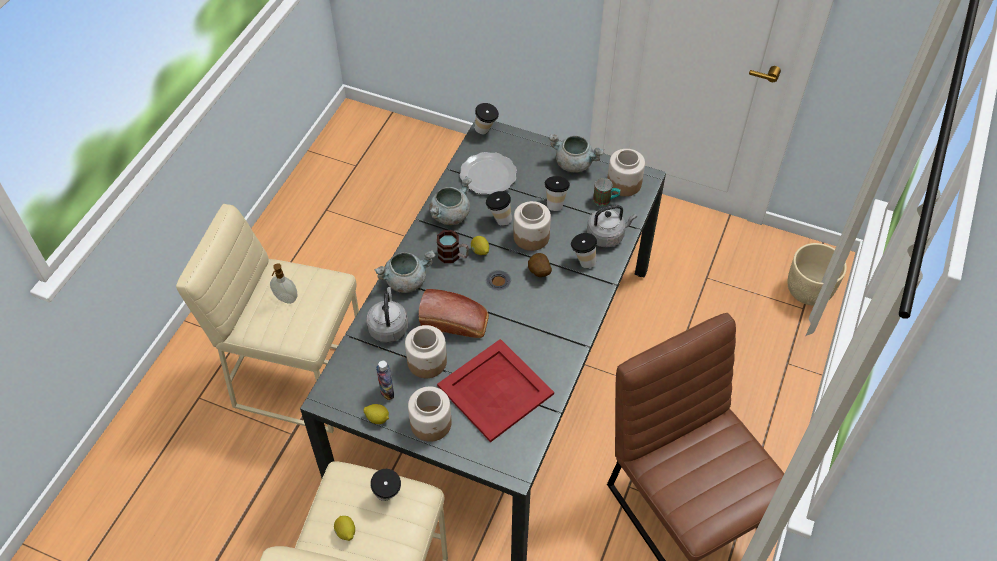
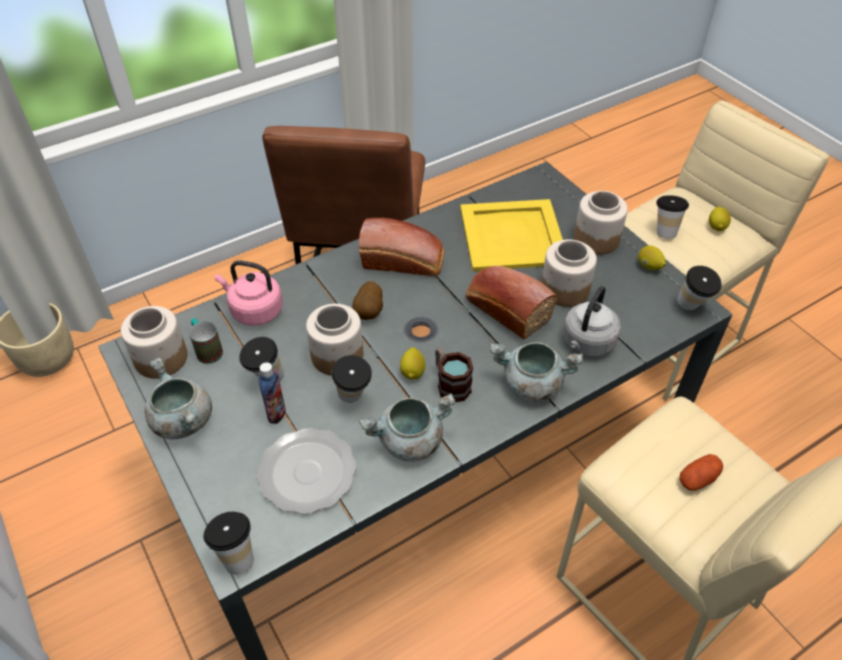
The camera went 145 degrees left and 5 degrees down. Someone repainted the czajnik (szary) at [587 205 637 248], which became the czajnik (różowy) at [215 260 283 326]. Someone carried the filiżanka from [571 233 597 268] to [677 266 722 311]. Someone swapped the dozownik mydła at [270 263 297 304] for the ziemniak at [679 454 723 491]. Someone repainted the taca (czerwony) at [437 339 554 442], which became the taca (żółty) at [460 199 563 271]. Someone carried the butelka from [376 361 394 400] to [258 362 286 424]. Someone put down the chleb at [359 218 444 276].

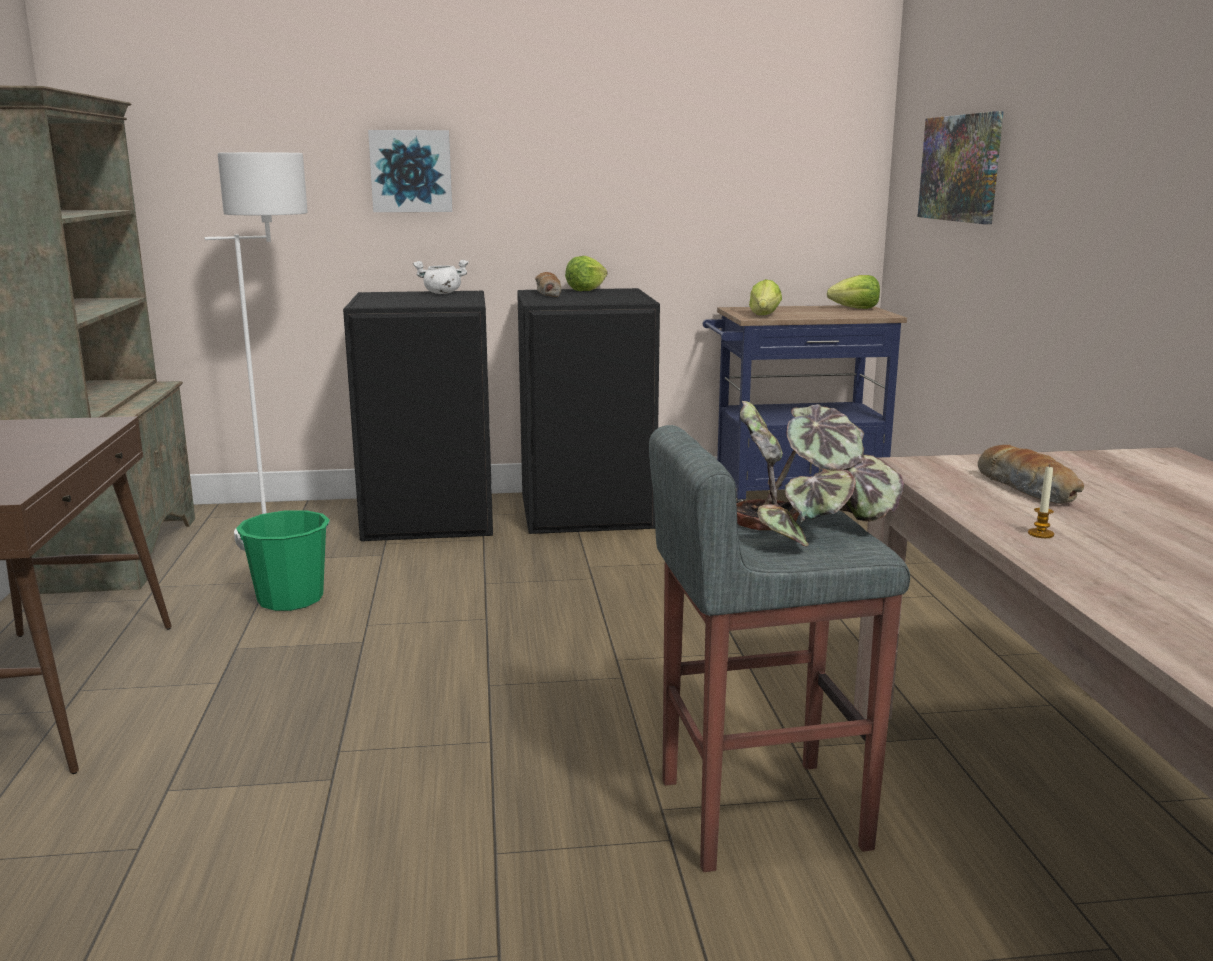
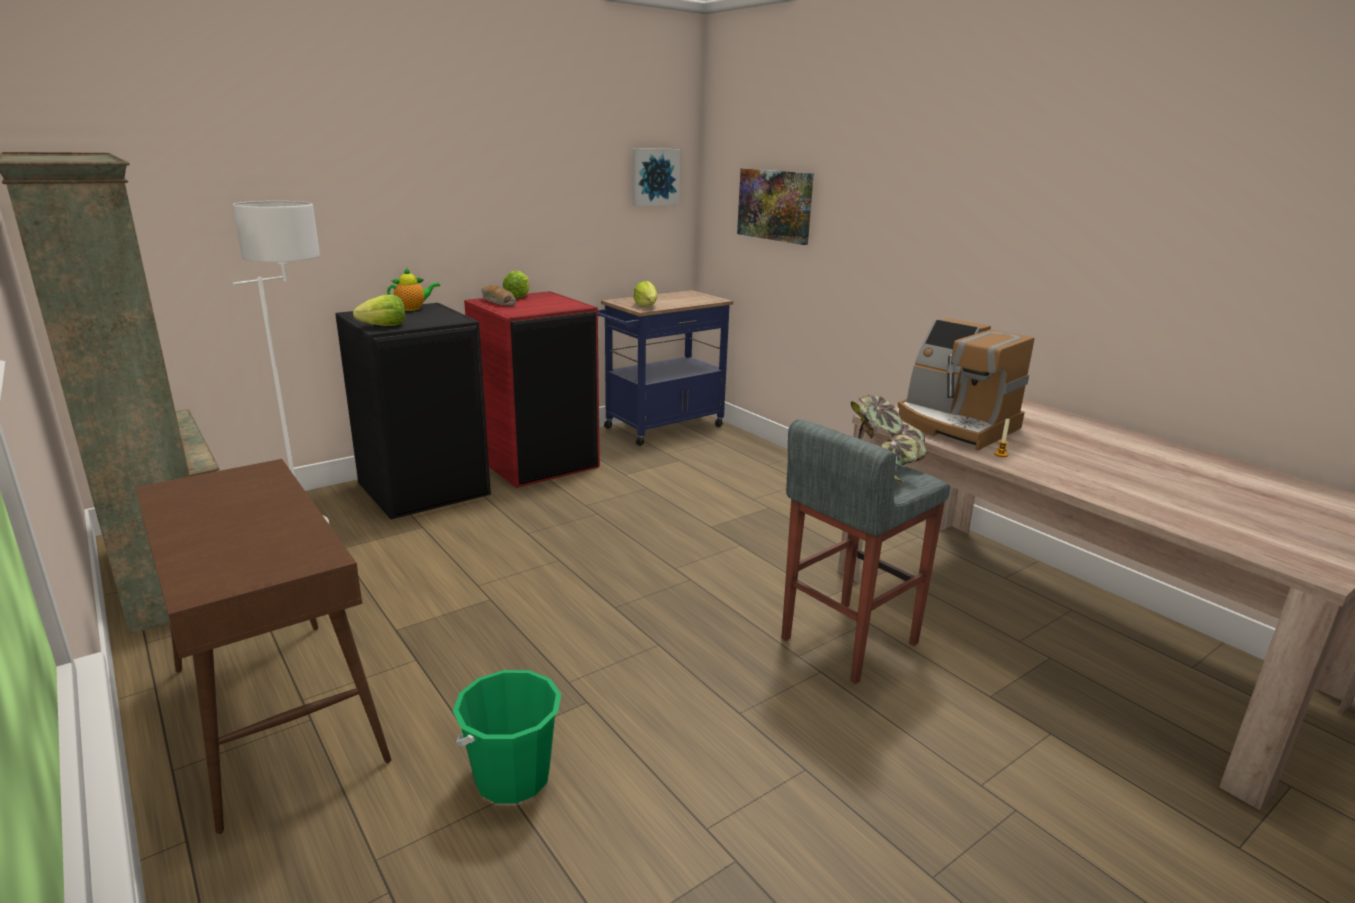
The camera went 30 degrees left and 5 degrees up. Someone carried the obraz from [368 130 452 212] to [633 148 681 206]. Someone swapped the garnek (biały) at [413 260 469 294] for the imbryk at [387 267 440 311]. Someone carried the sałata from [827 275 880 309] to [353 295 405 326]. Someone repainted the szafka (czarny) at [517 288 660 534], which became the szafka (czerwony) at [464 291 600 488]. Someone swapped the chleb at [978 445 1084 504] for the ekspres do kawy at [897 318 1035 451]. Someone carried the wiadro (zielony) from [235 510 330 611] to [453 670 561 804].

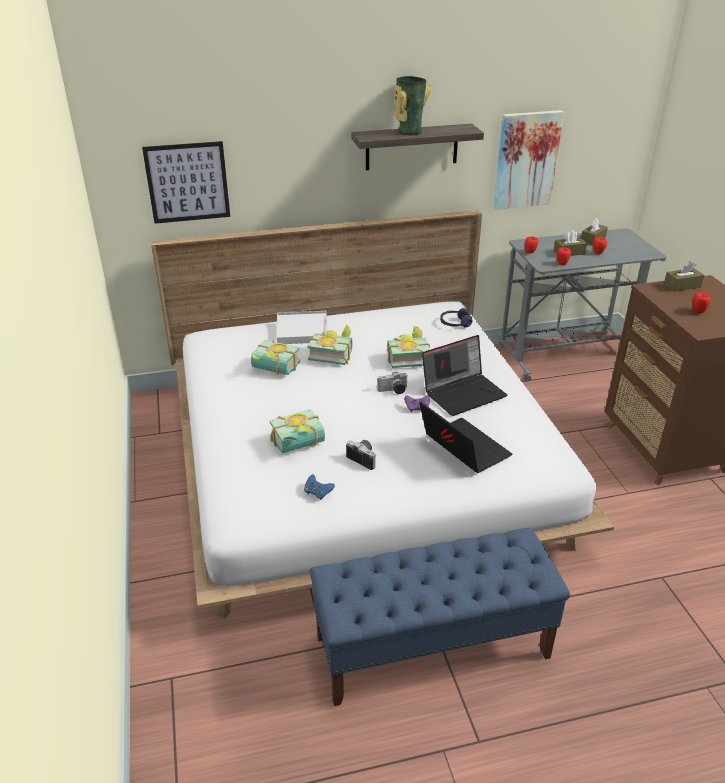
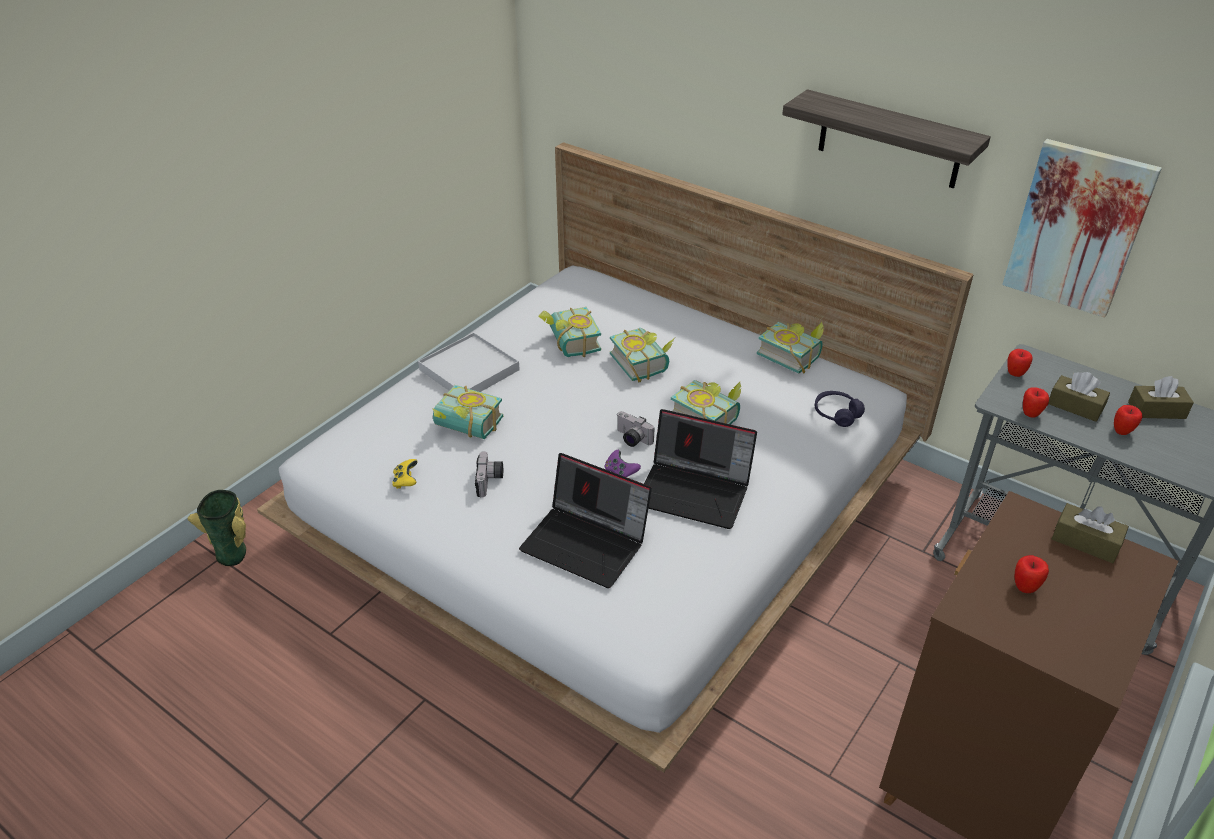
The camera went 50 degrees right and 5 degrees up. Someone carried the wazon from [394 76 431 136] to [188 490 246 566]. Someone took away the obraz at [142 141 230 224]. Someone carried the taca (biały) from [277 311 328 344] to [418 332 520 392]. Someone rotated the laptop at [419 401 513 473] by 105 degrees clockwise. Someone repainted the pad do gier (niebieski) at [304 474 335 500], which became the pad do gier (żółty) at [392 459 418 489]. Someone took away the ławka (niebieski) at [310 527 570 706]. Someone put down the książka at [757 322 824 374].

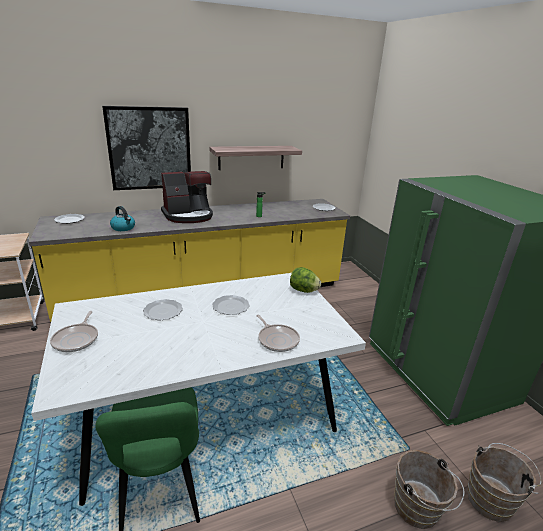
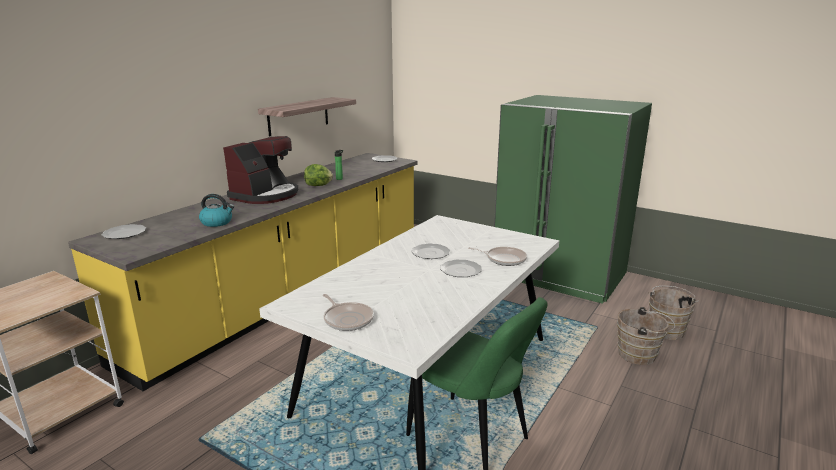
The camera went 35 degrees left and 5 degrees down. Someone took away the obraz at [102 106 191 190]. Someone carried the sałata from [290 267 321 293] to [304 164 333 186]. Someone carried the talerz from [143 299 183 320] to [440 260 482 277].

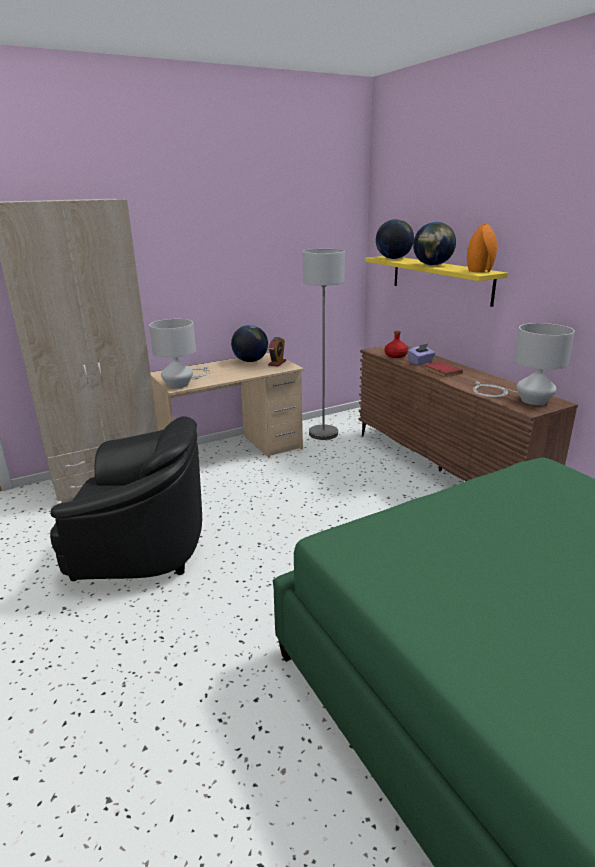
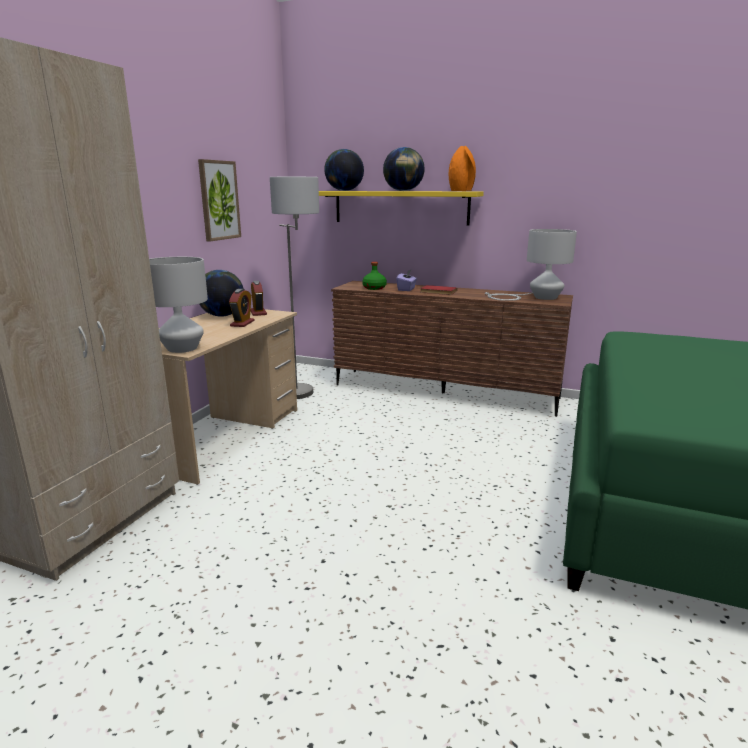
The camera went 40 degrees left and 5 degrees down. Someone repainted the butelka (czerwony) at [385 331 408 358], which became the butelka (zielony) at [362 262 387 290]. Someone took away the fotel (czarny) at [50 416 202 581]. Someone put up the obraz at [198 159 241 241]. Someone put down the budzik at [229 289 255 327].

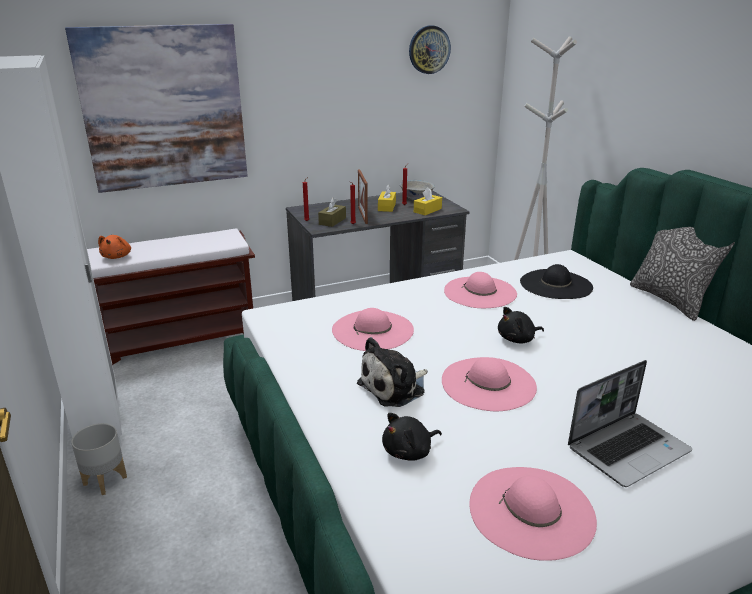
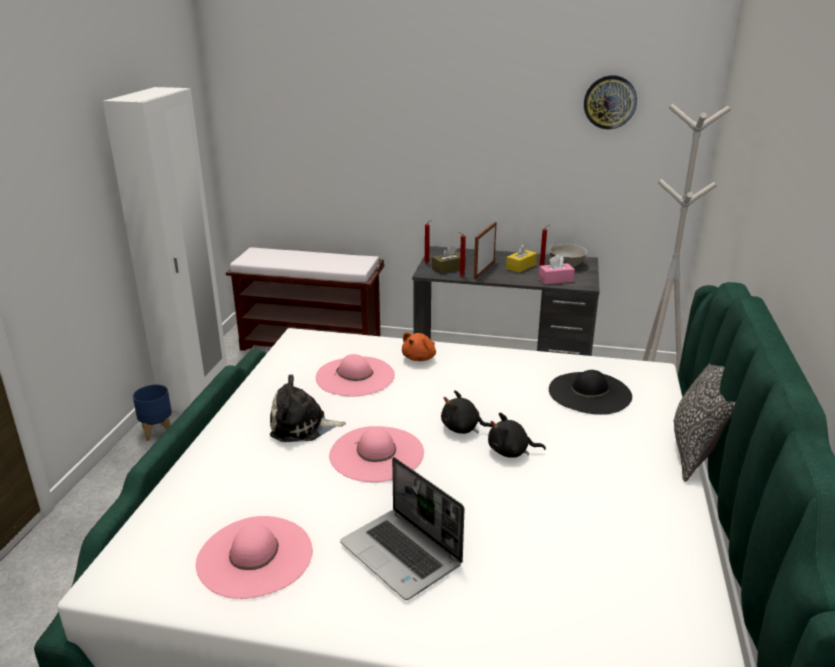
The camera went 35 degrees right and 0 degrees up. Someone took away the obraz at [65 24 248 193]. Someone repainted the pudełko chusteczek (żółty) at [414 187 442 215], which became the pudełko chusteczek (różowy) at [539 254 575 284]. Someone carried the pluszak (pomarańczowy) from [98 235 131 259] to [402 332 436 361]. Someone took away the kapelusz (różowy) at [444 272 517 308]. Someone rotated the laptop at [568 360 692 487] by 45 degrees clockwise. Someone carried the pluszak (czarny) from [382 413 442 461] to [488 413 546 458]. Someone repainted the donica (szary) at [71 423 127 495], which became the donica (niebieski) at [133 385 172 441].

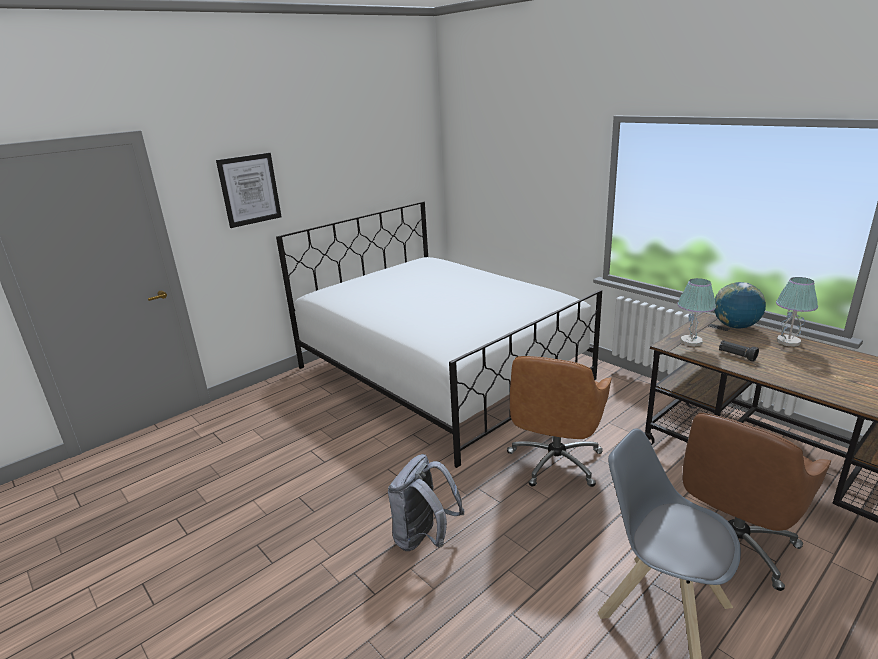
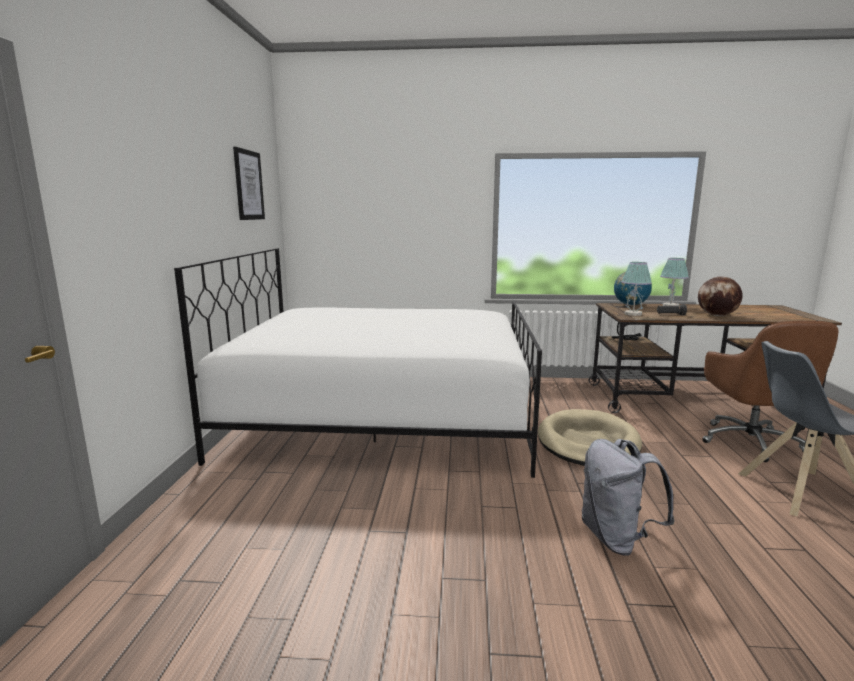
The camera went 45 degrees left and 10 degrees down. Someone carried the obraz from [216 153 282 228] to [233 147 265 220]. Someone swapped the krzesło biurowe (brązowy) at [507 356 612 487] for the legowisko (beżowy) at [538 409 642 466]. Someone put down the globus at [698 277 743 316].

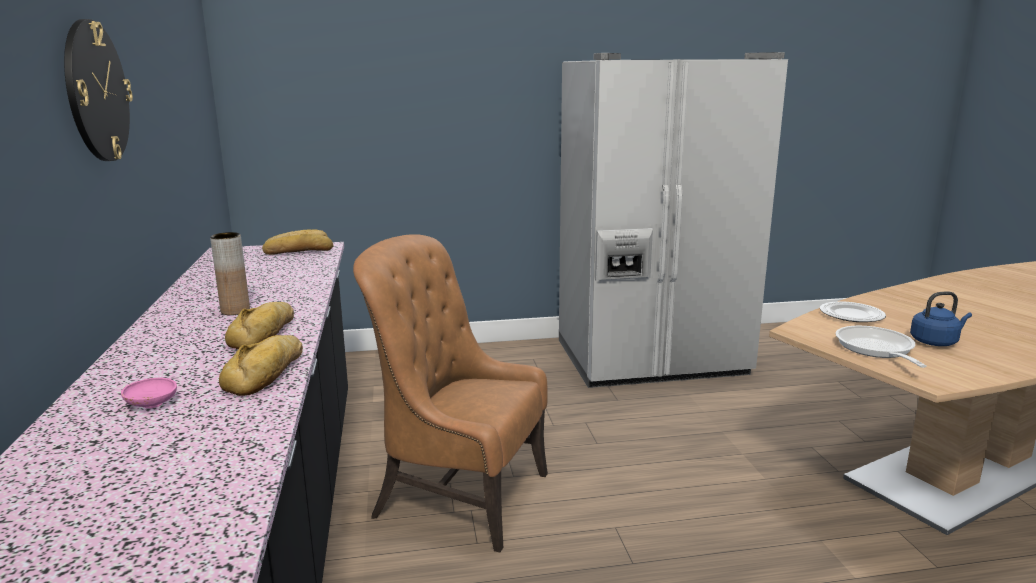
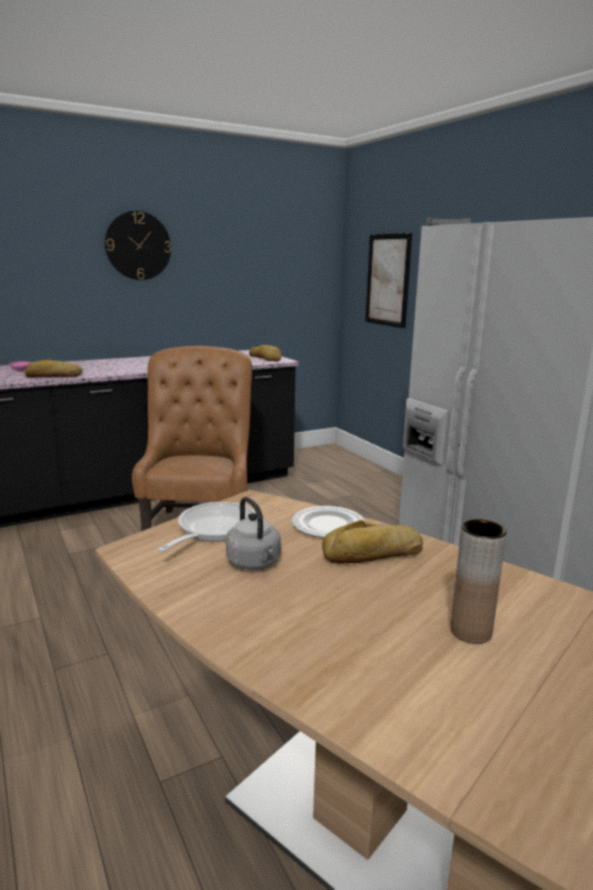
The camera went 70 degrees right and 0 degrees up. Someone carried the wazon (brązowy) from [210 232 250 315] to [450 519 507 644]. Someone repainted the czajnik (niebieski) at [910 292 972 346], which became the czajnik (szary) at [226 497 281 570]. Someone carried the chleb from [225 302 294 349] to [322 520 423 564]. Someone rotated the patelnia at [836 326 927 368] by 45 degrees counterclockwise. Someone put up the obraz at [365 233 412 328].

